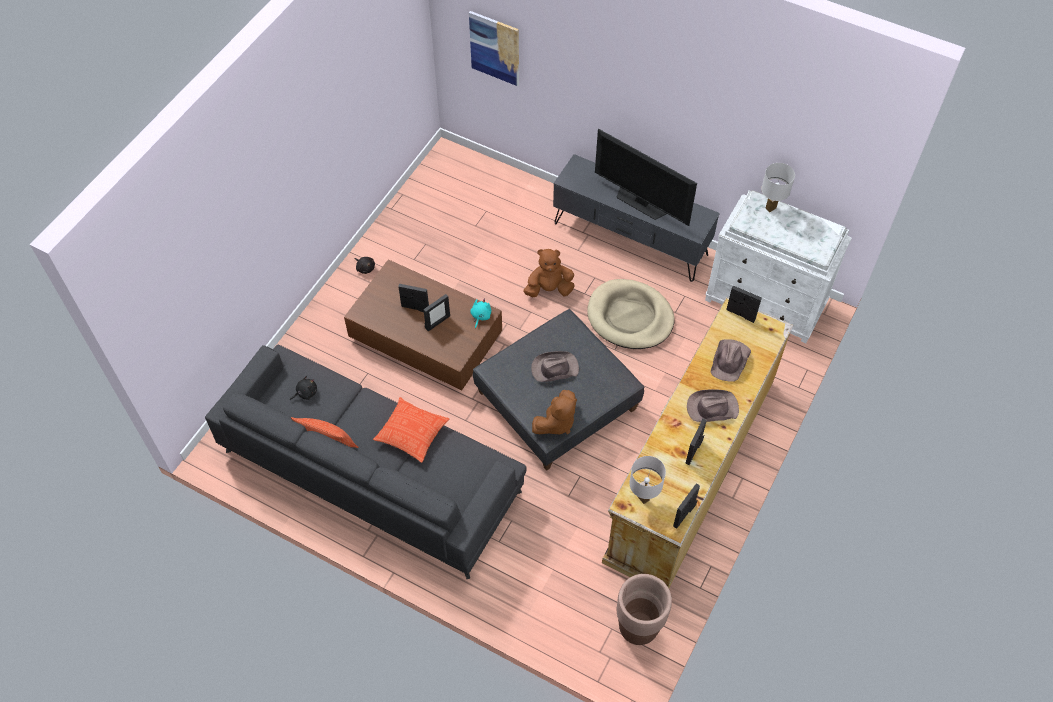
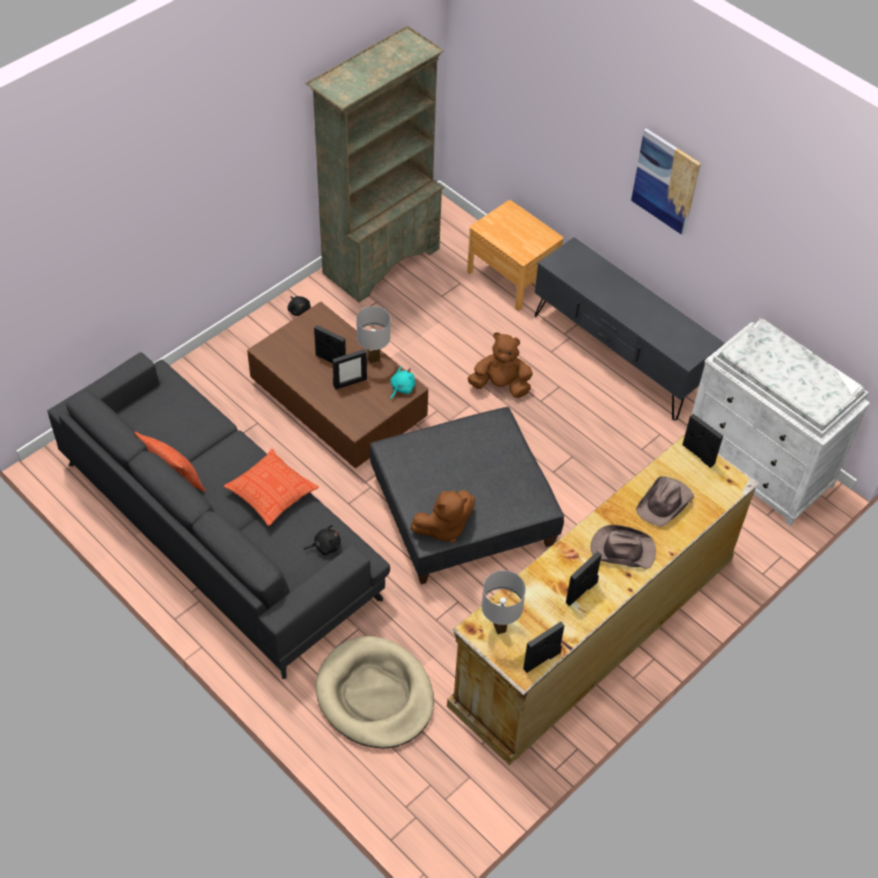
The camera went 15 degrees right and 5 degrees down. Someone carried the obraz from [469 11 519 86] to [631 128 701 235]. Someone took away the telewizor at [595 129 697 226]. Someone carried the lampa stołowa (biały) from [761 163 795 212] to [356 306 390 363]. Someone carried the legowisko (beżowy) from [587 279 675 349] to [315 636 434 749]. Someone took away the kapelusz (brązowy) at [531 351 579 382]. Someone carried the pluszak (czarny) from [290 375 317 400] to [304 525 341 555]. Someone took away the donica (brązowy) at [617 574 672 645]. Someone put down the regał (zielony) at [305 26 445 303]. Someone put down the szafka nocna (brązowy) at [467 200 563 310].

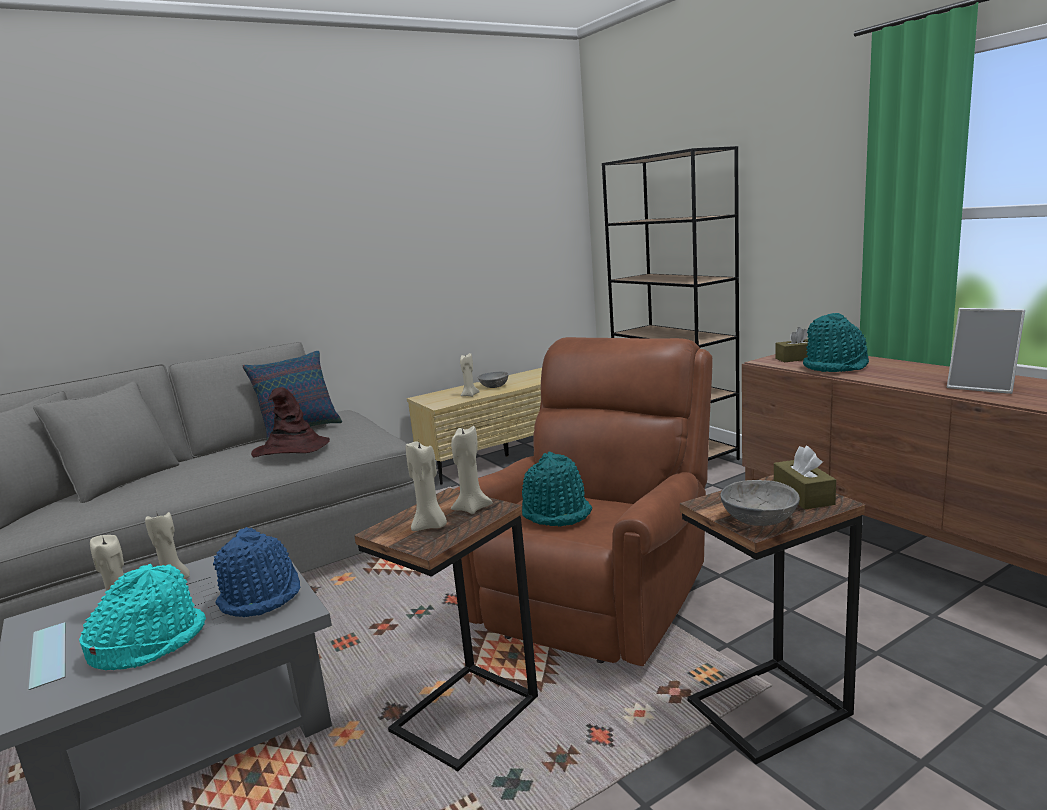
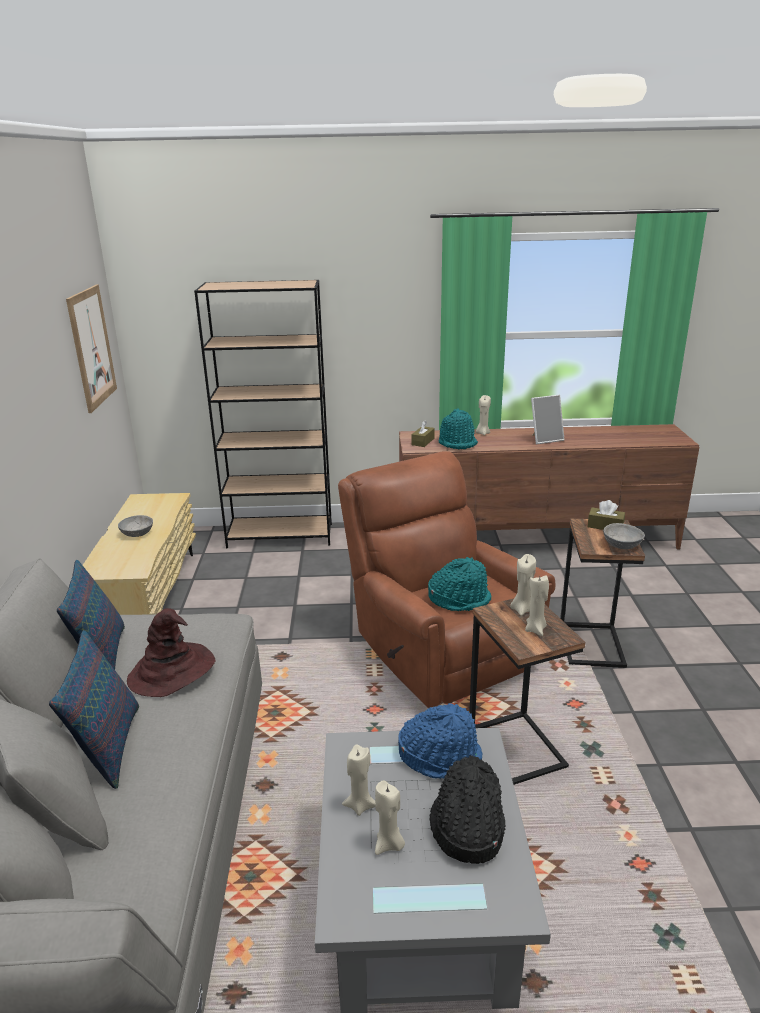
The camera went 60 degrees left and 10 degrees up. Someone carried the świeca (beżowy) from [460 353 480 397] to [476 395 491 435]. Someone repainted the kapelusz (turkusowy) at [79 564 206 670], which became the kapelusz (czarny) at [429 755 505 864]. Someone put up the obraz at [66 285 117 413]. Someone put down the poduszka (niebieski) at [49 630 139 789].

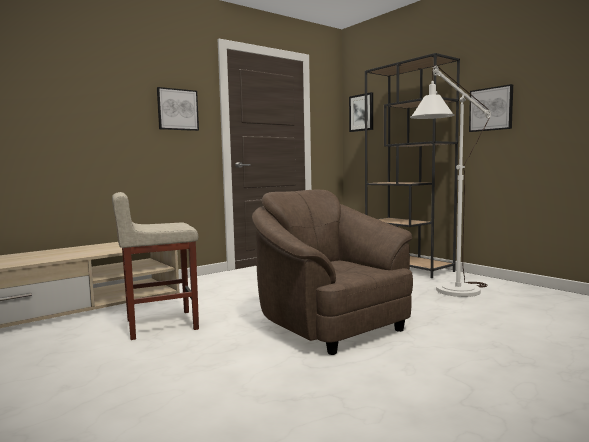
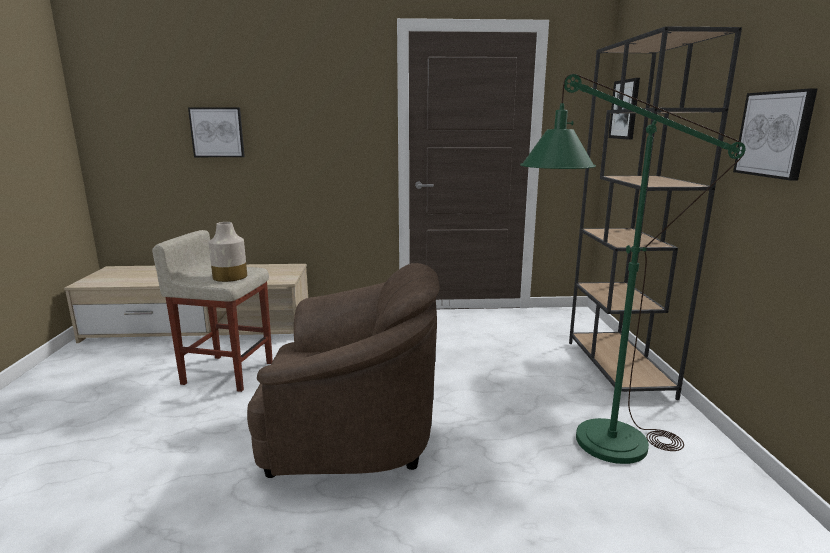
The camera went 35 degrees right and 10 degrees up. Someone repainted the lampa stojąca (biały) at [410 65 491 297], which became the lampa stojąca (zielony) at [520 74 746 464]. Someone carried the obraz from [157 87 199 131] to [188 108 245 157]. Someone rotated the fotel (brązowy) at [252 190 413 355] by 90 degrees clockwise. Someone put down the wazon (beżowy) at [208 222 247 282].

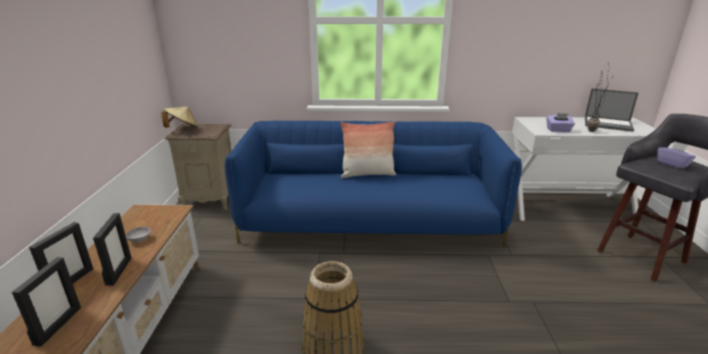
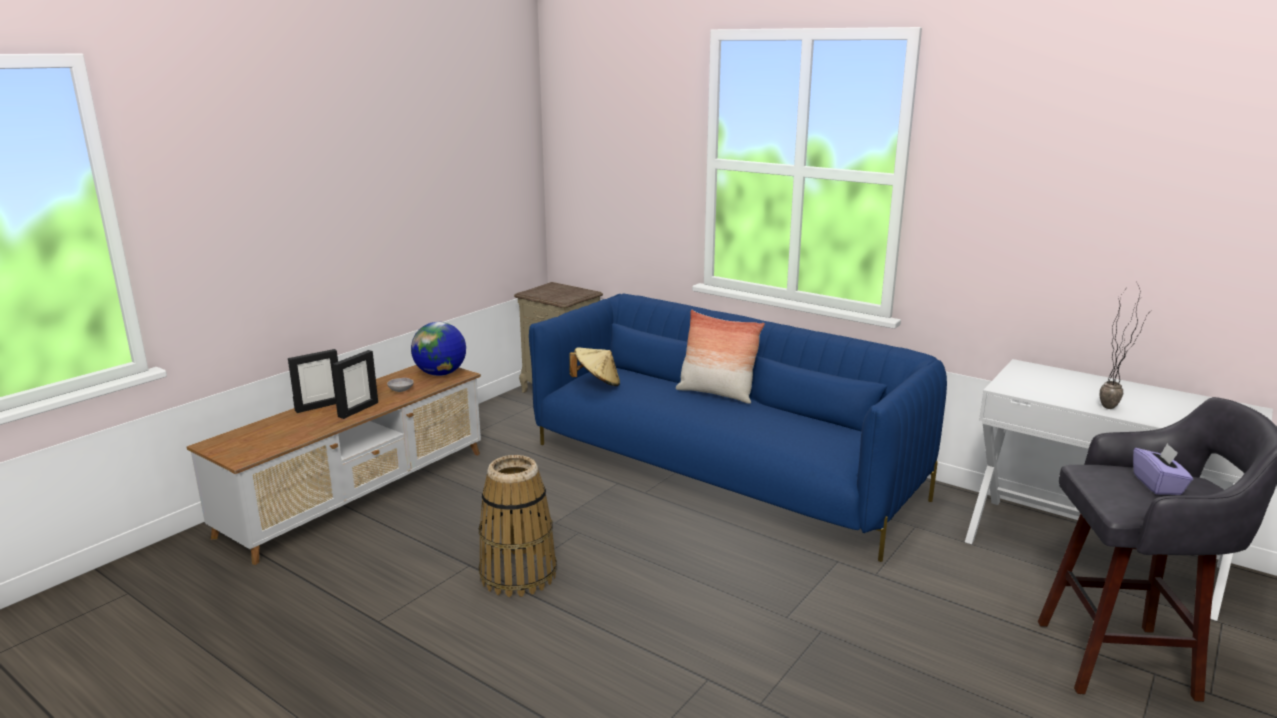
The camera went 35 degrees right and 5 degrees down. Someone took away the laptop at [585 89 638 132]. Someone carried the kapelusz (beżowy) from [161 106 198 128] to [569 347 620 386]. Someone took away the pudełko chusteczek (fioletowy) at [546 113 575 132]. Someone took away the ramka na zdjęcie at [12 257 81 347]. Someone put down the globus at [411 322 466 376].

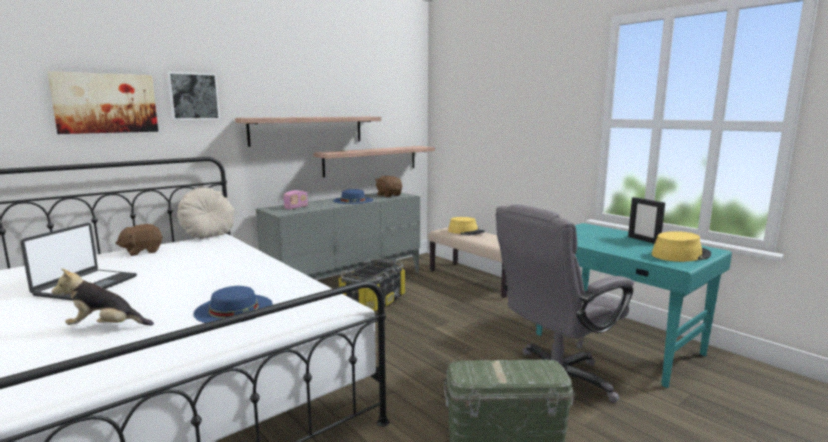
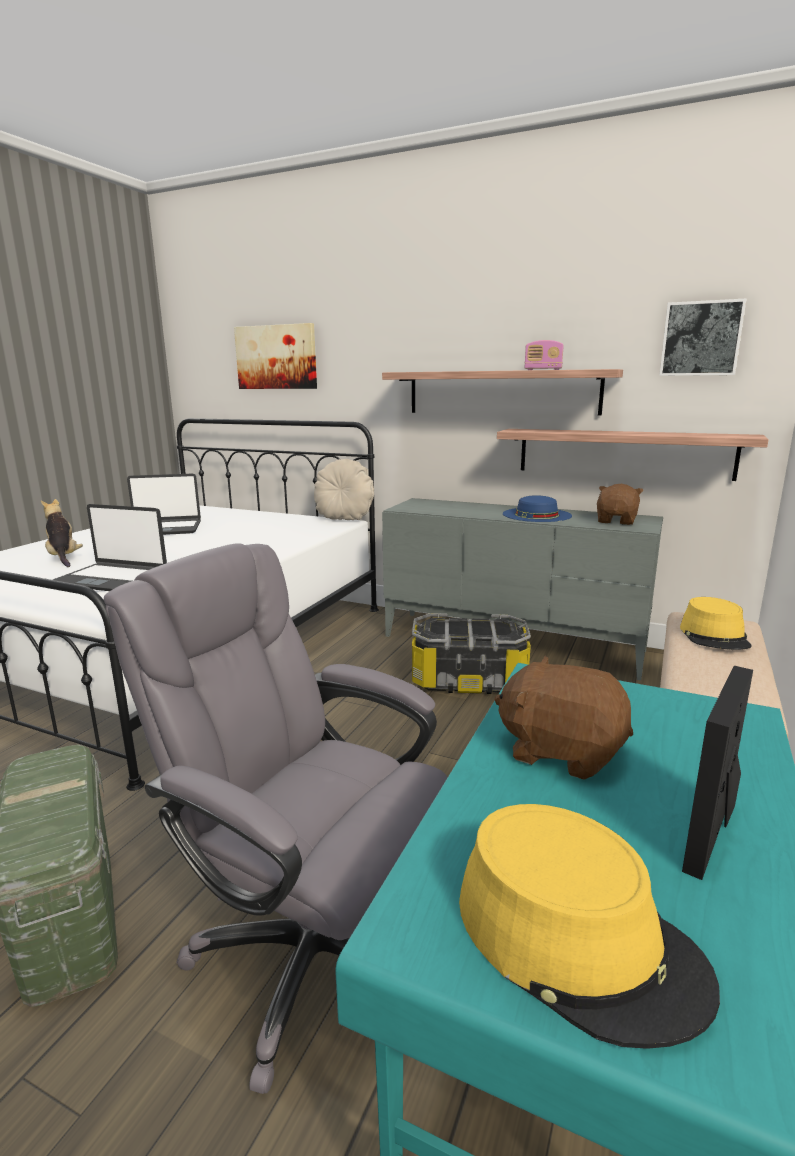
The camera went 65 degrees right and 5 degrees up. Someone carried the obraz from [167 72 220 120] to [659 299 746 376]. Someone carried the radio from [284 190 308 210] to [524 340 564 370]. Someone carried the pluszak (brązowy) from [115 224 163 256] to [494 656 633 780]. Someone swapped the kapelusz (niebieski) at [194 286 273 323] for the laptop at [53 504 167 591].

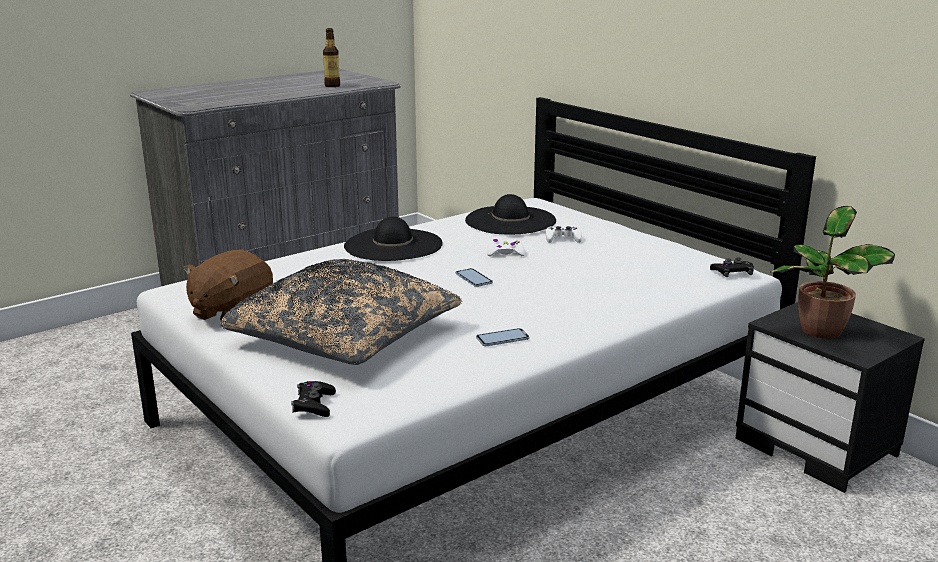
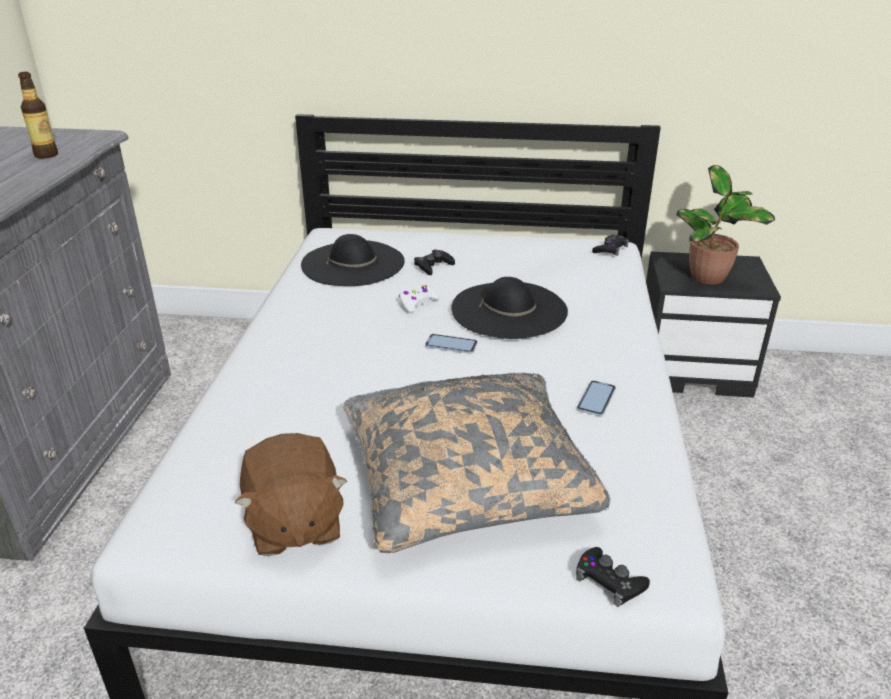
The camera went 45 degrees left and 10 degrees up. Someone carried the kapelusz (czarny) from [344 216 443 261] to [451 277 568 339]. Someone repainted the pad do gier (biały) at [545 226 582 243], which became the pad do gier (czarny) at [414 249 455 275].

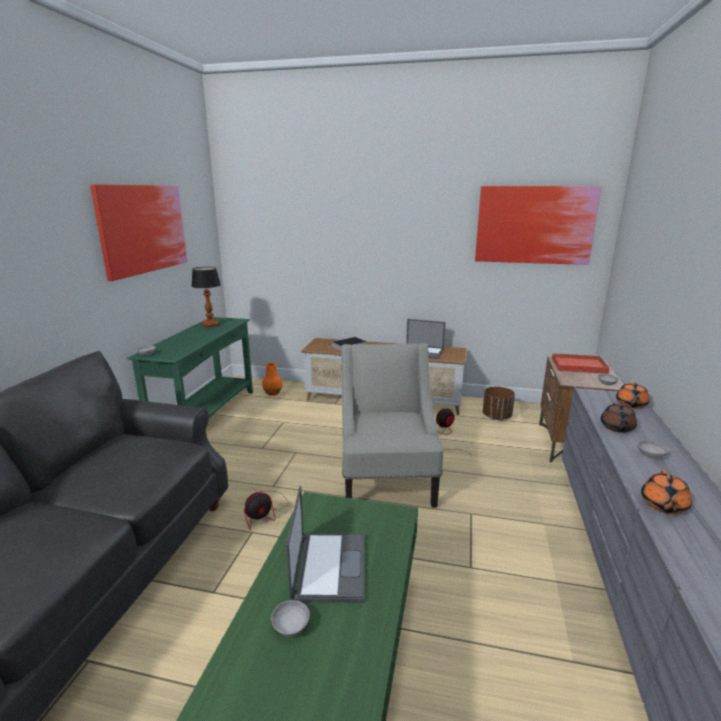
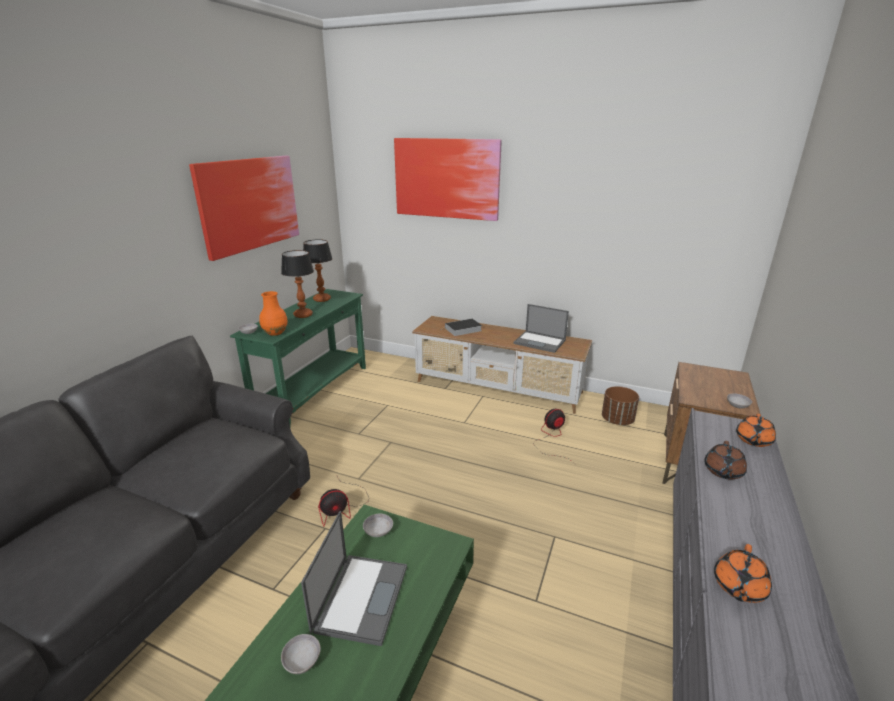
The camera went 10 degrees right and 5 degrees up. Someone carried the obraz from [475 186 601 265] to [394 138 502 221]. Someone took away the fotel (szary) at [342 343 443 508]. Someone took away the taca (czerwony) at [552 353 610 374]. Someone carried the wazon (pomarańczowy) from [262 363 283 396] to [259 291 288 336]. Someone carried the miska (szary) from [637 440 669 458] to [363 513 393 537]. Someone put down the lampa stołowa at [281 250 314 318].

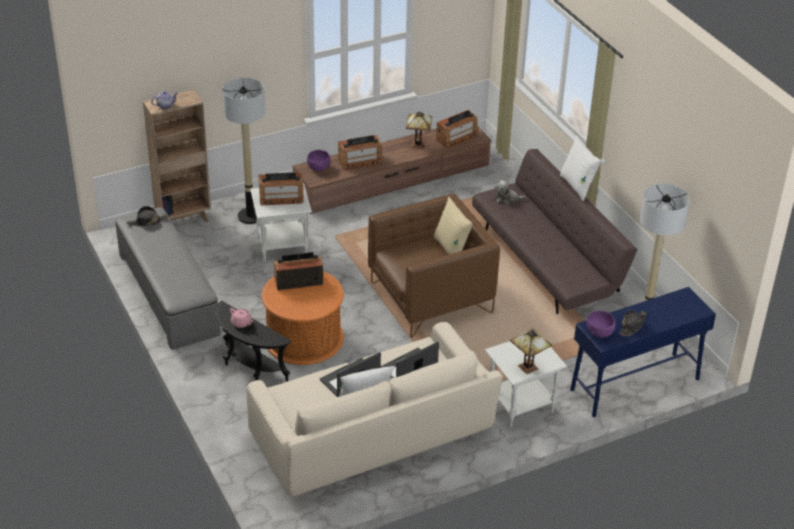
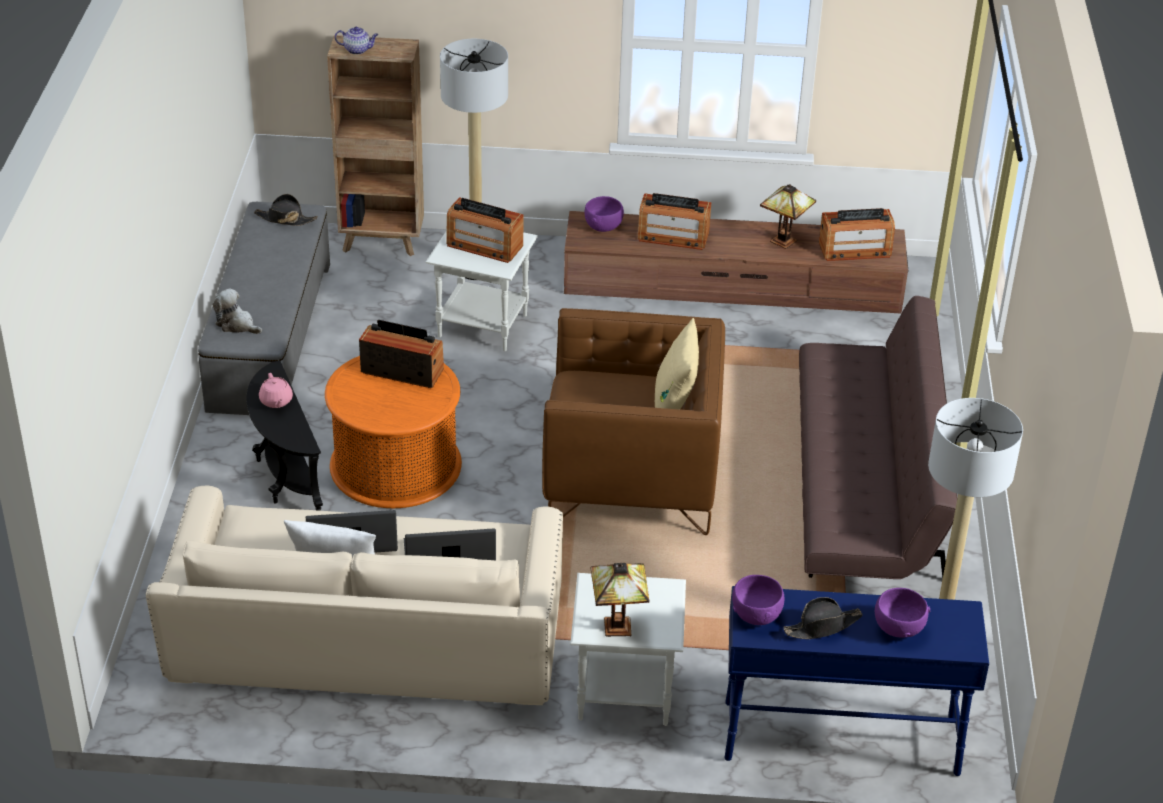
The camera went 30 degrees right and 0 degrees up. Someone took away the poduszka (biały) at [560 136 601 201]. Someone carried the pluszak from [495 180 526 205] to [213 288 262 334]. Someone put down the miska (fioletowy) at [875 588 930 637].

